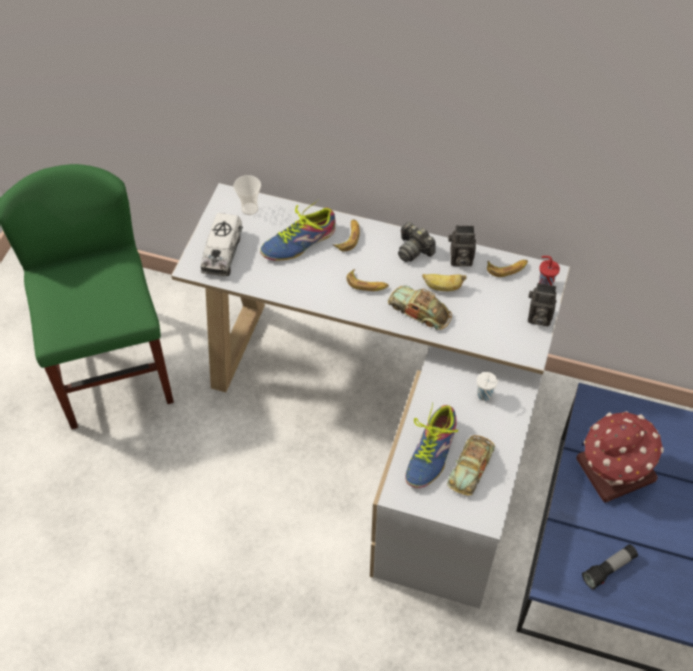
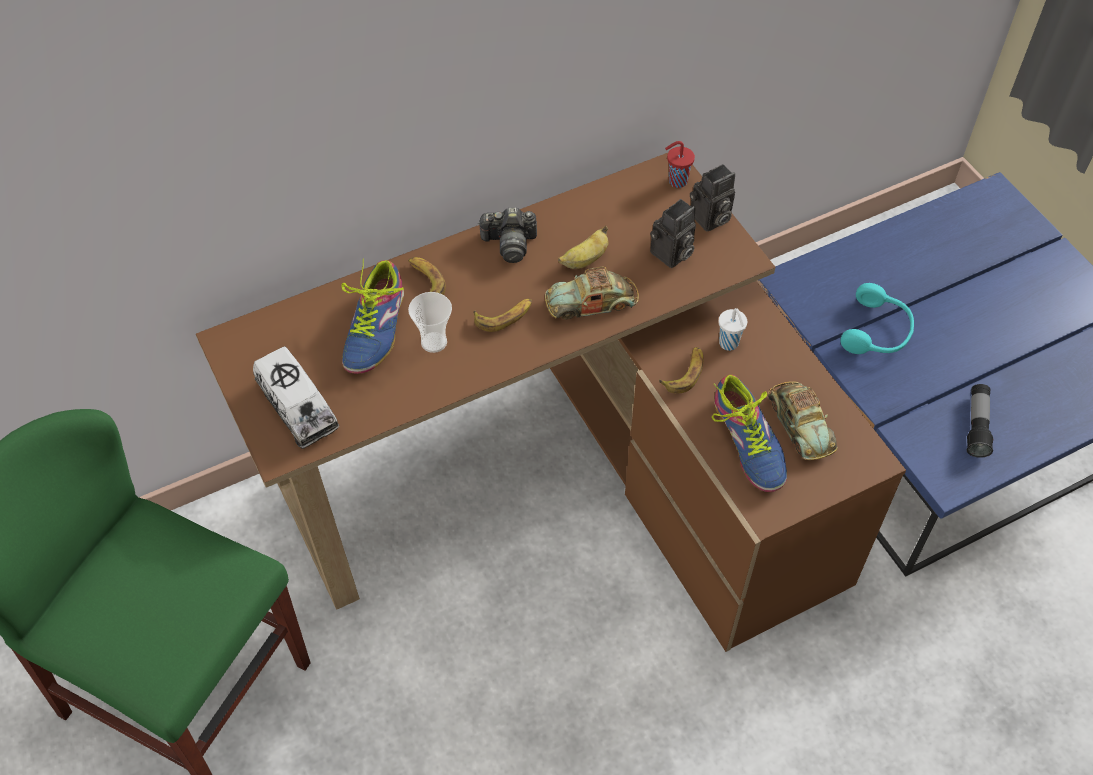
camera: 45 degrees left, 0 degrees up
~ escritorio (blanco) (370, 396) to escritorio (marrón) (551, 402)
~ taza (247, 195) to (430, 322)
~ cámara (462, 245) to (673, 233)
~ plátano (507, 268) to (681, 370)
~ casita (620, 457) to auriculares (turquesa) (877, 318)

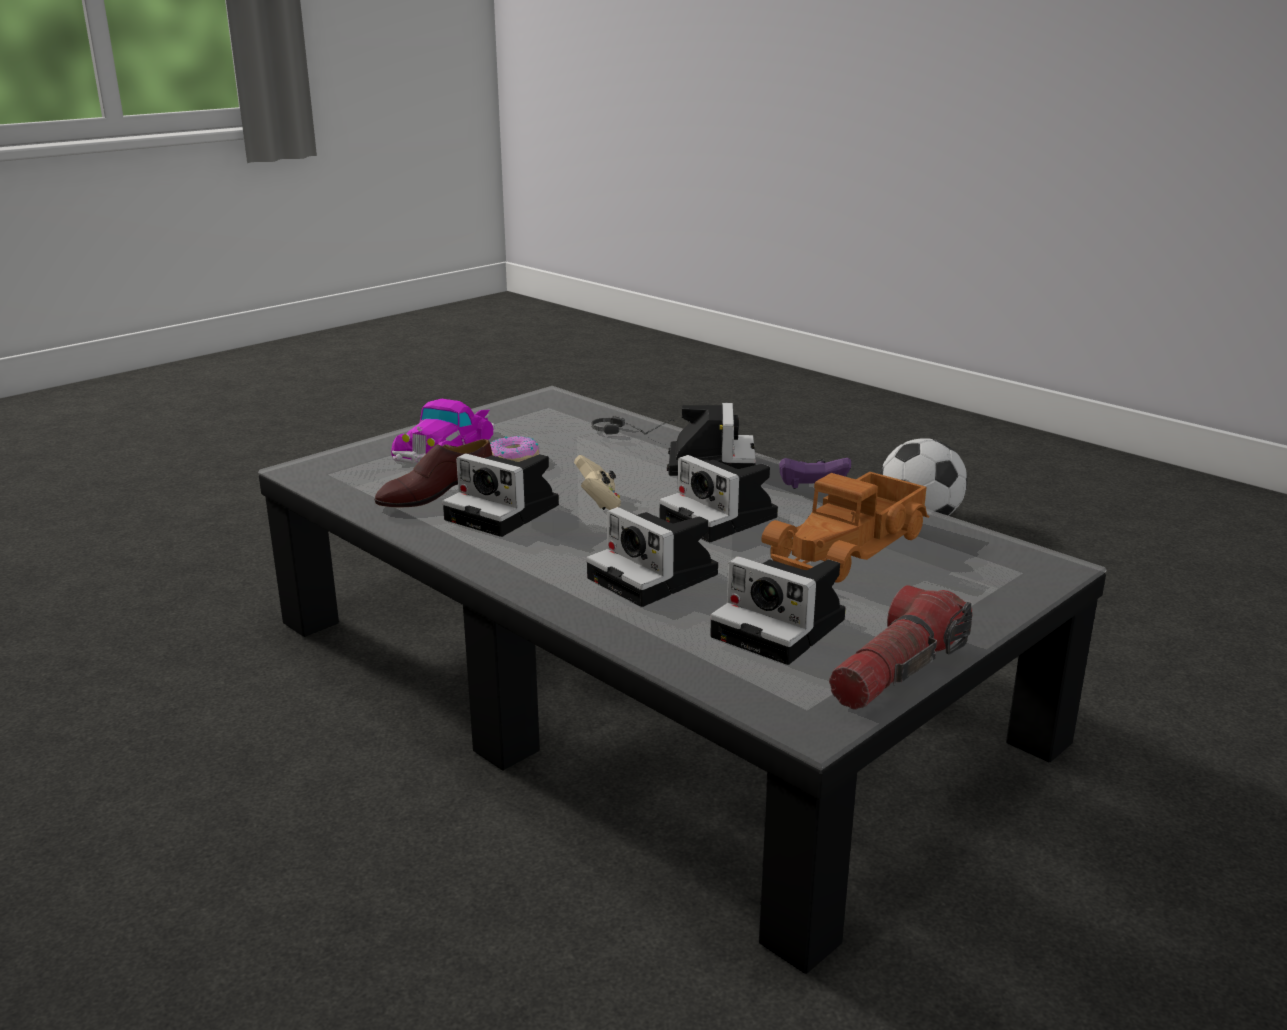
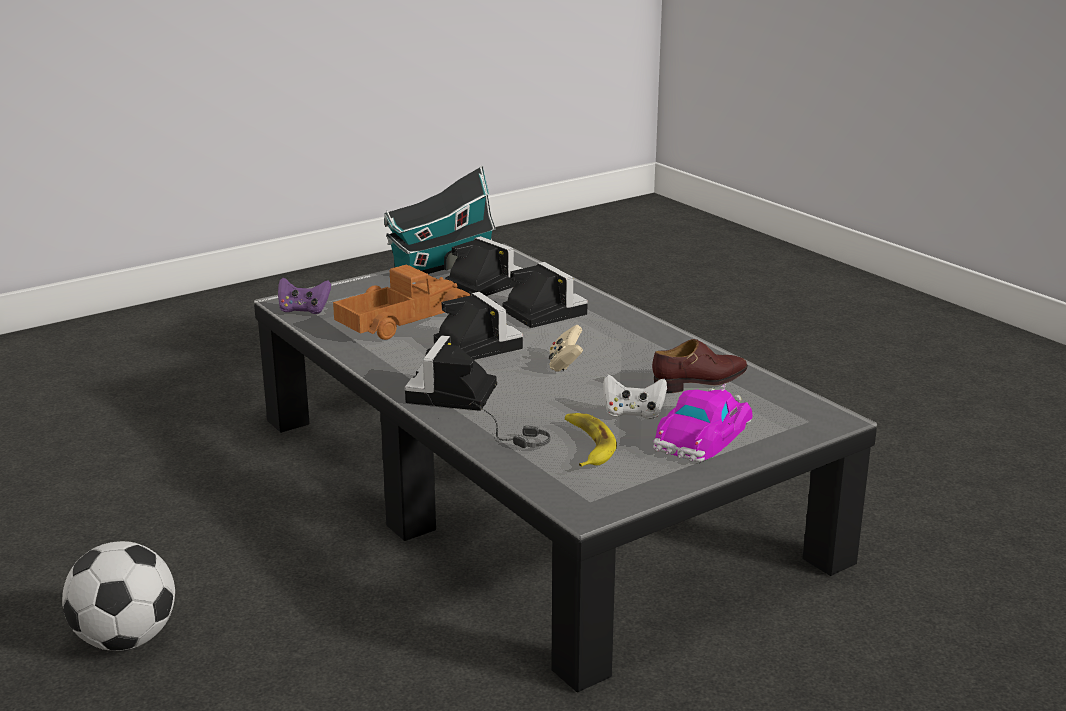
camera: 170 degrees left, 0 degrees up
- cámara (500, 495)
~ rosquilla (515, 449) to mando de consola (blanco) (635, 397)
~ mando de consola (morado) (815, 473) to (304, 296)
~ linterna (901, 647) to casita (440, 220)
+ plátano (591, 440)

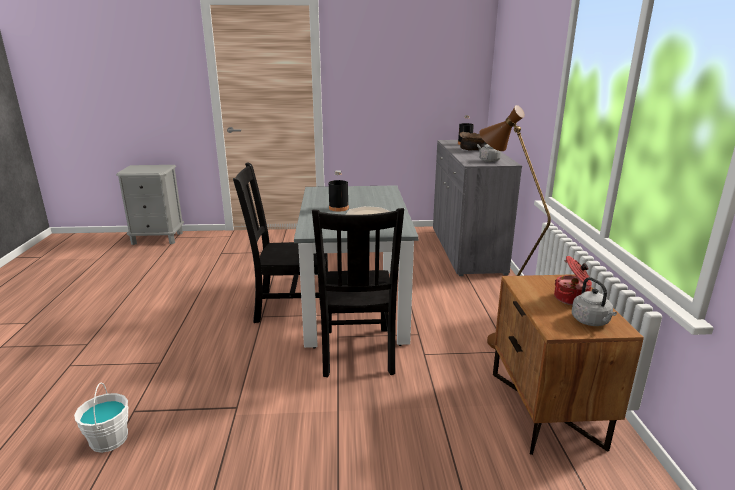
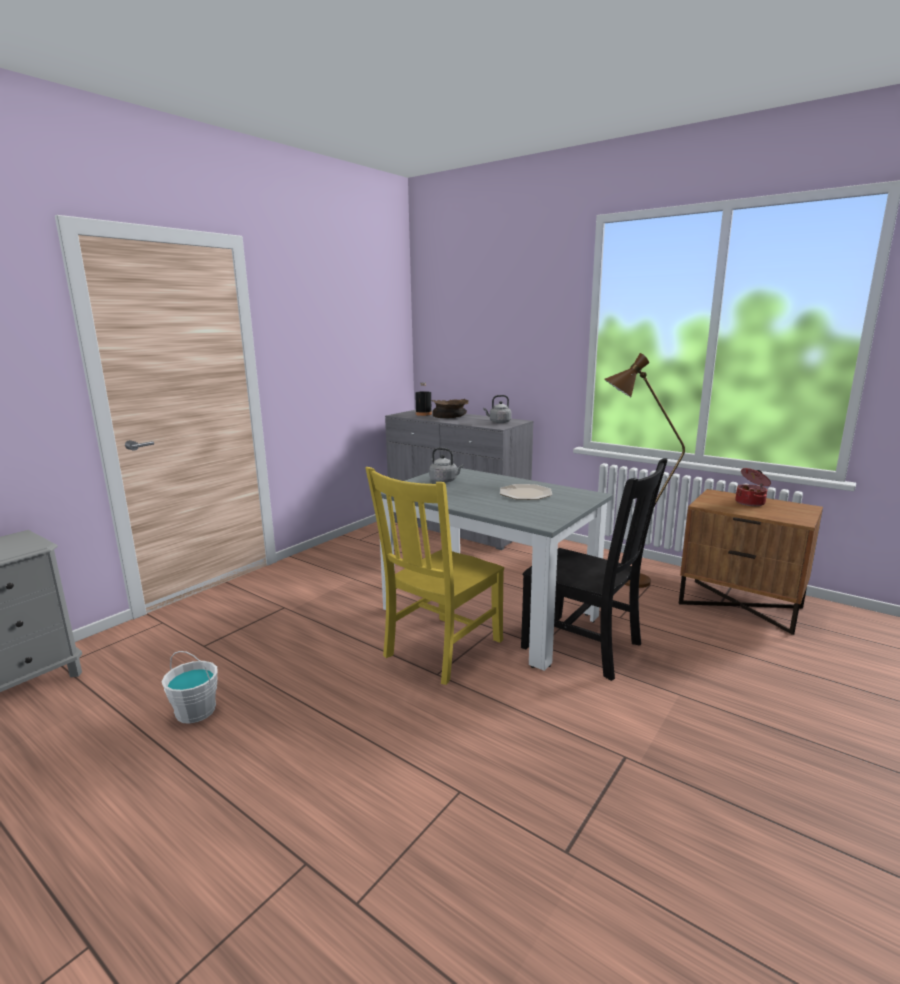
camera: 50 degrees left, 5 degrees down
~ cubo (blanco) (101, 417) to (190, 687)
~ silla (negro) (280, 242) to silla (amarillo) (434, 576)
- botella (negro) (339, 191)
~ hervidor (gris) (594, 301) to (446, 465)

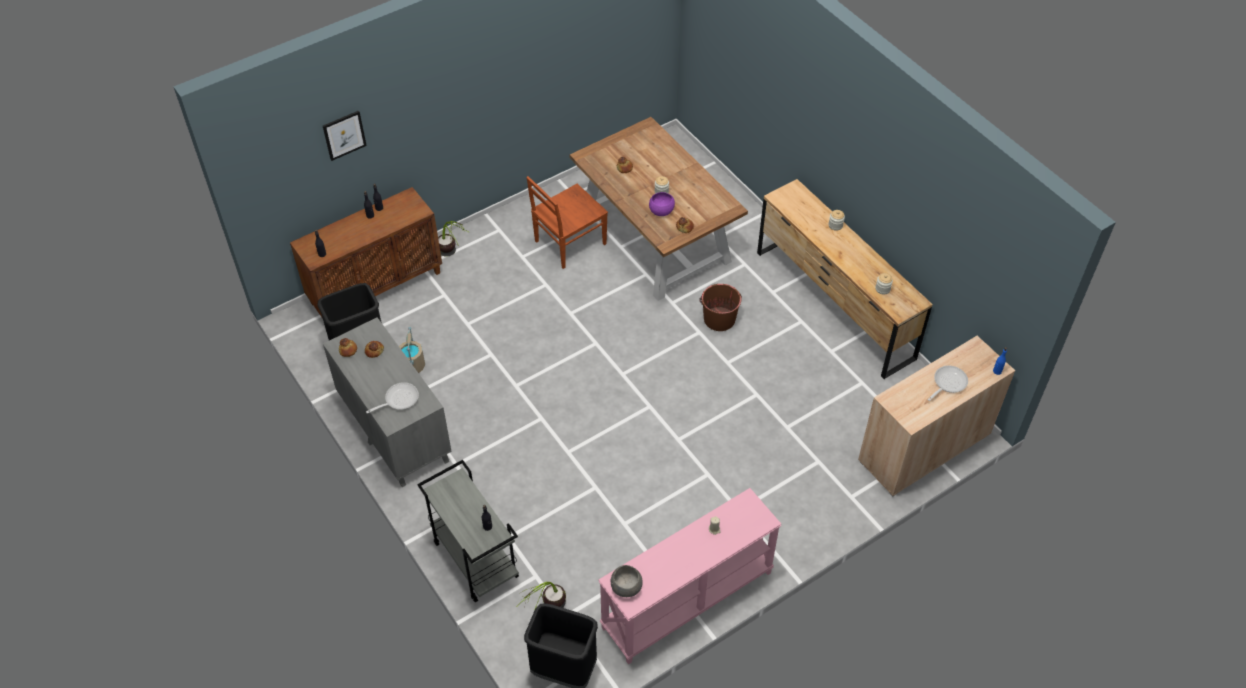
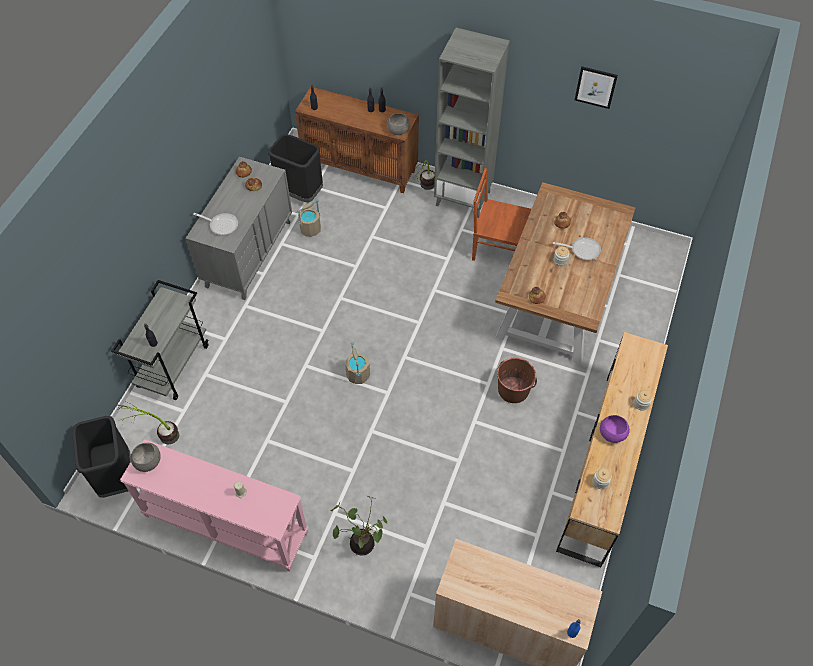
camera: 55 degrees right, 5 degrees up
~ cuadro (345, 135) to (596, 87)
~ cuenco (morado) (662, 204) to (615, 429)
~ sartén (947, 383) to (577, 248)
+ planta en maceta (359, 525)
+ cubo (beis) (357, 363)
+ cuenco (gris) (398, 124)
+ estantería (gris) (472, 123)

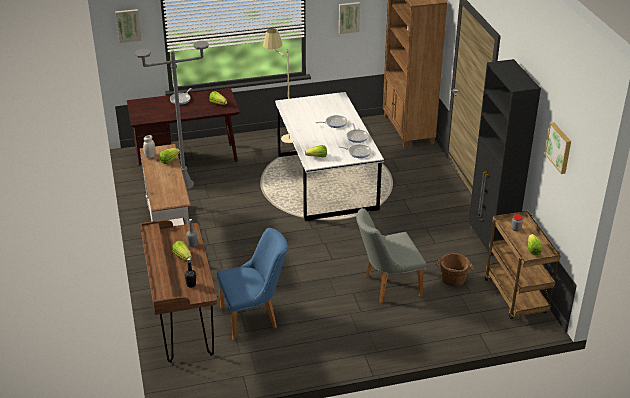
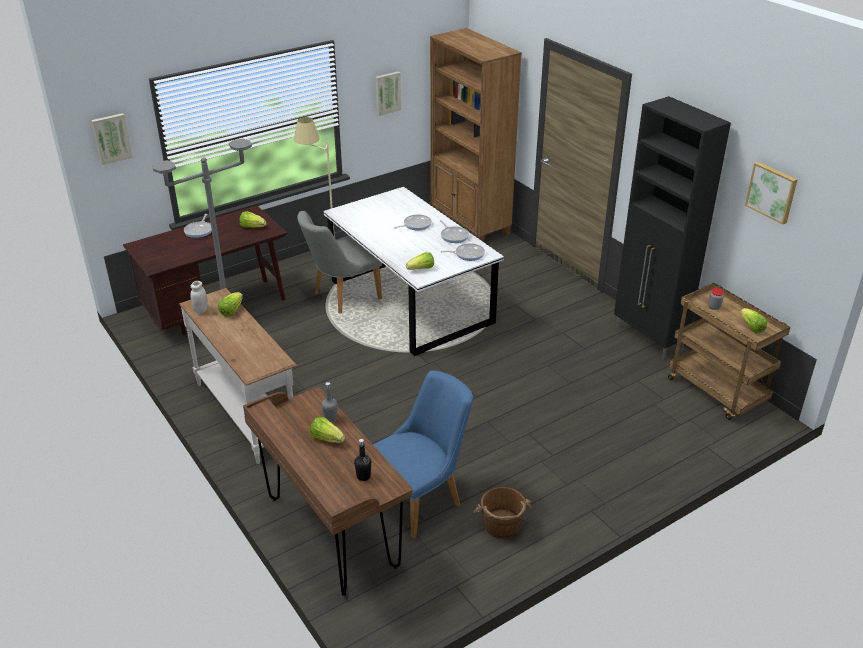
camera: 20 degrees left, 0 degrees up
~ silla (gris) (391, 256) to (339, 262)
~ cubo (marrón) (454, 270) to (503, 513)

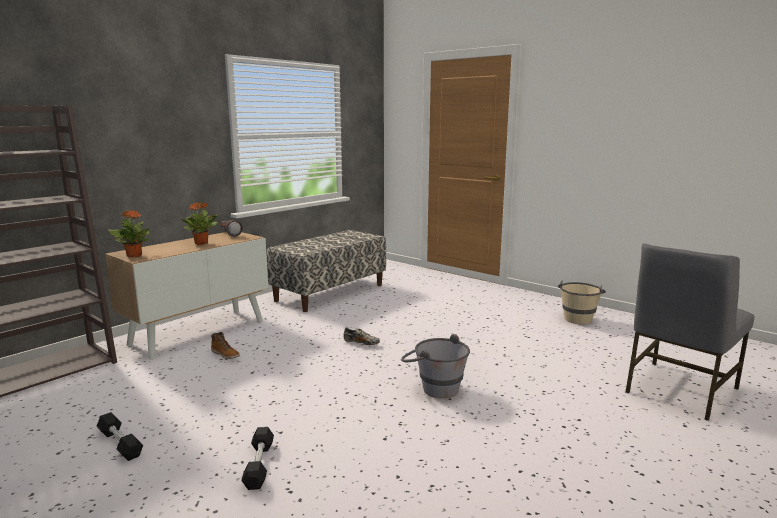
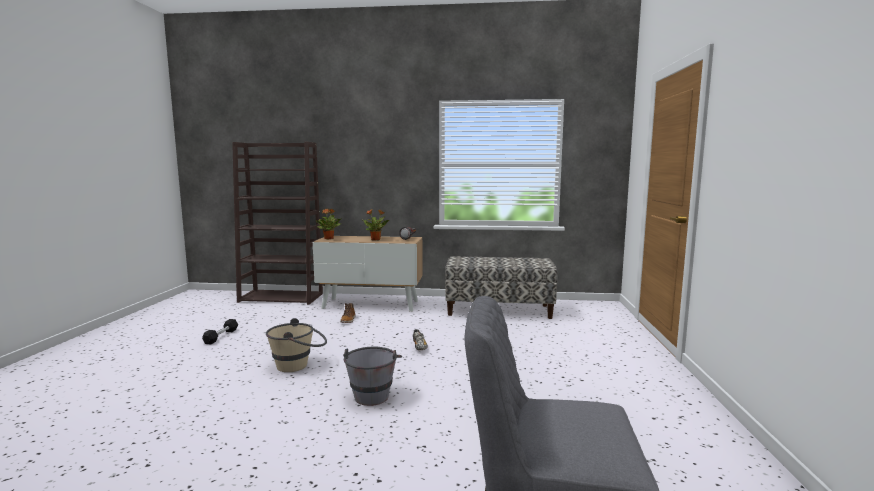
camera: 55 degrees right, 5 degrees down
- mancuerna (negro) (257, 458)
~ cubo (beis) (582, 303) to (296, 345)

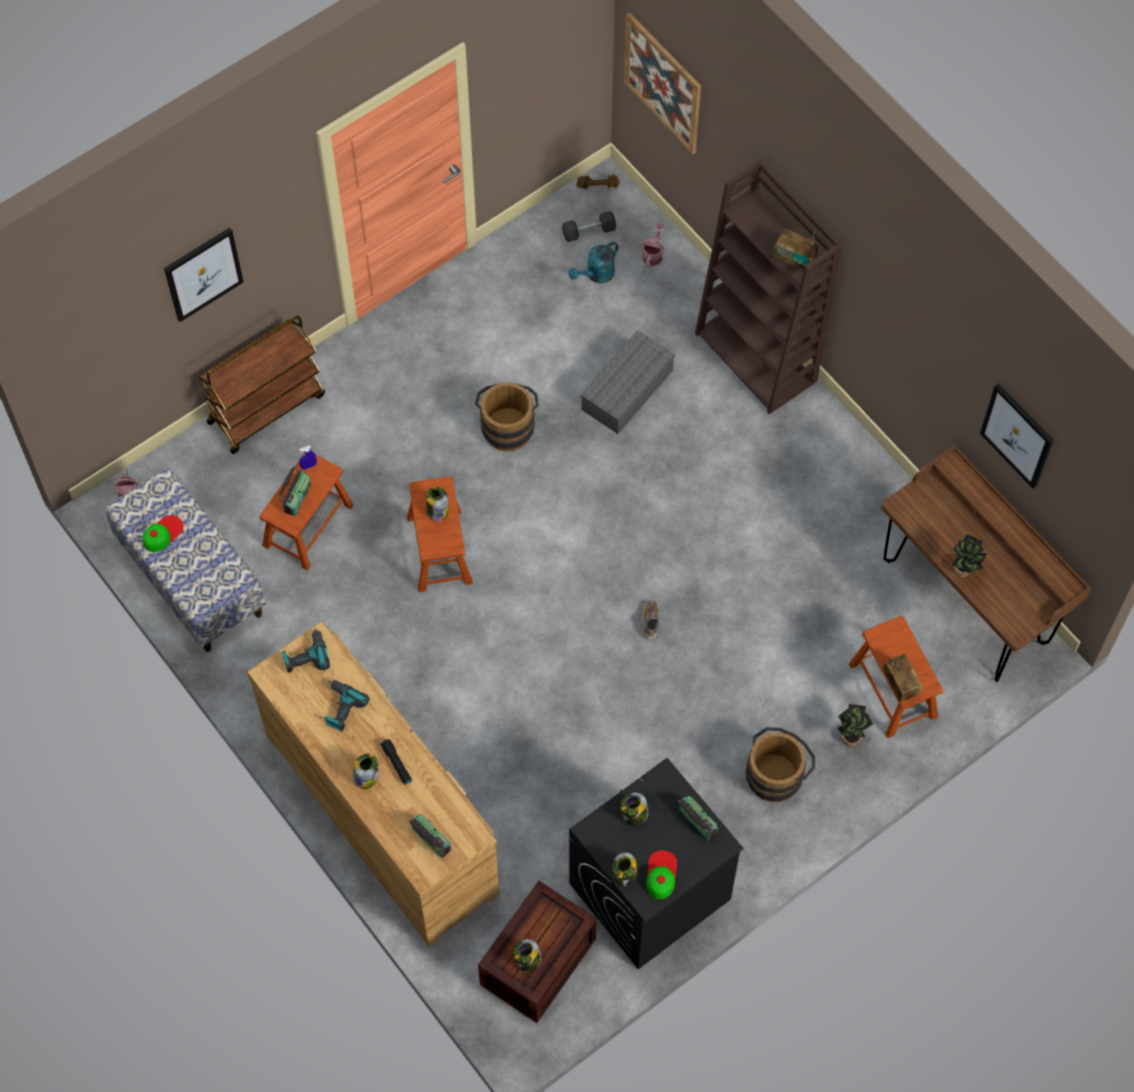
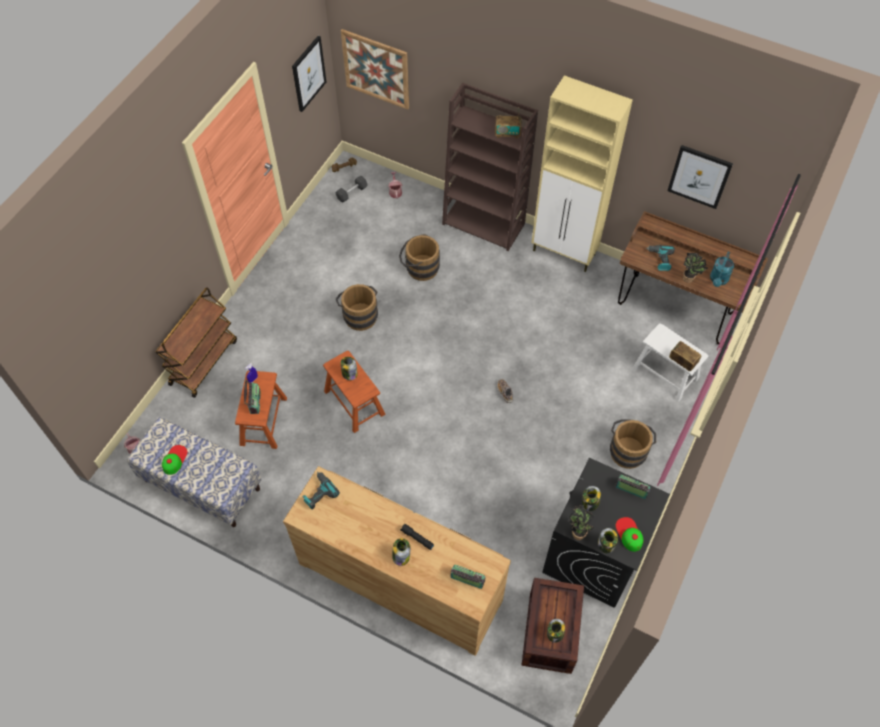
camera: 25 degrees left, 5 degrees down
~ cuadro (203, 275) to (309, 74)
~ taladro (346, 705) to (660, 258)
~ regadera (turquesa) (593, 262) to (722, 269)
~ caja de almacenaje (gris) (628, 382) to cubo (marrón) (419, 257)
~ planta en maceta (855, 725) to (581, 522)
~ taburete (marrón) (896, 677) to taburete (blanco) (670, 362)
+ armario (beis) (582, 173)

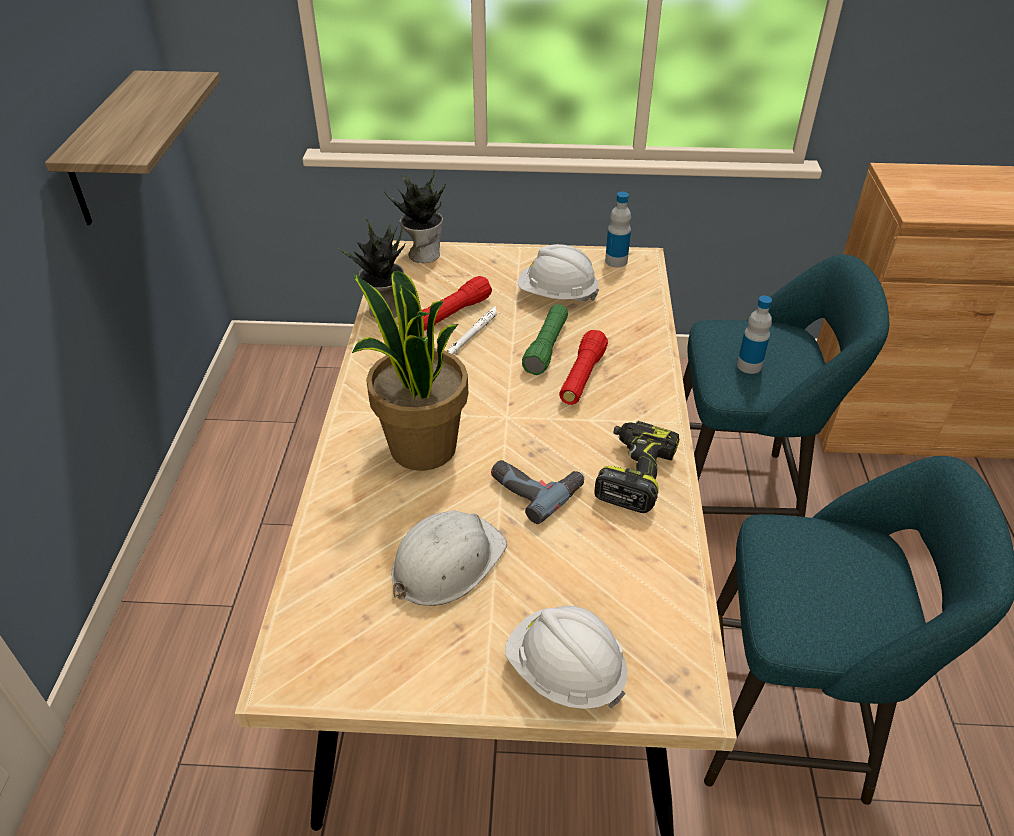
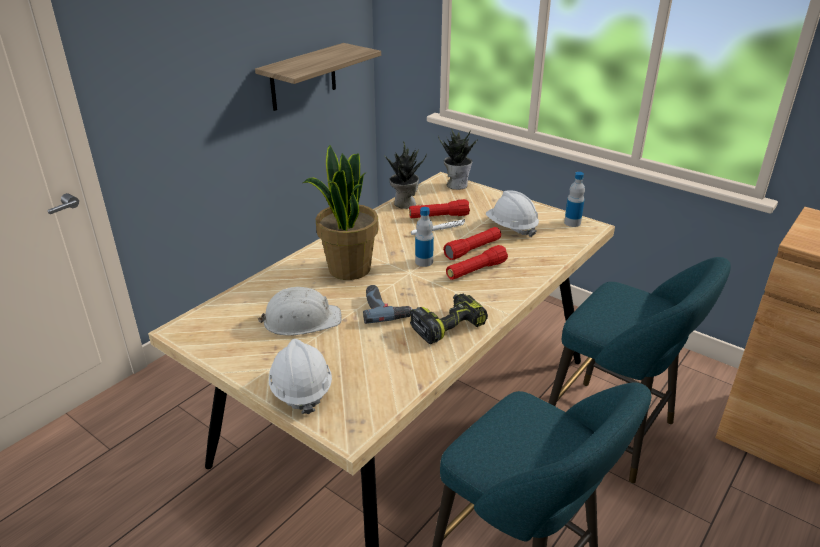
camera: 35 degrees right, 10 degrees down
~ linterna (verde) (545, 339) to linterna (rojo) (472, 243)
~ botella (754, 335) to (424, 237)

